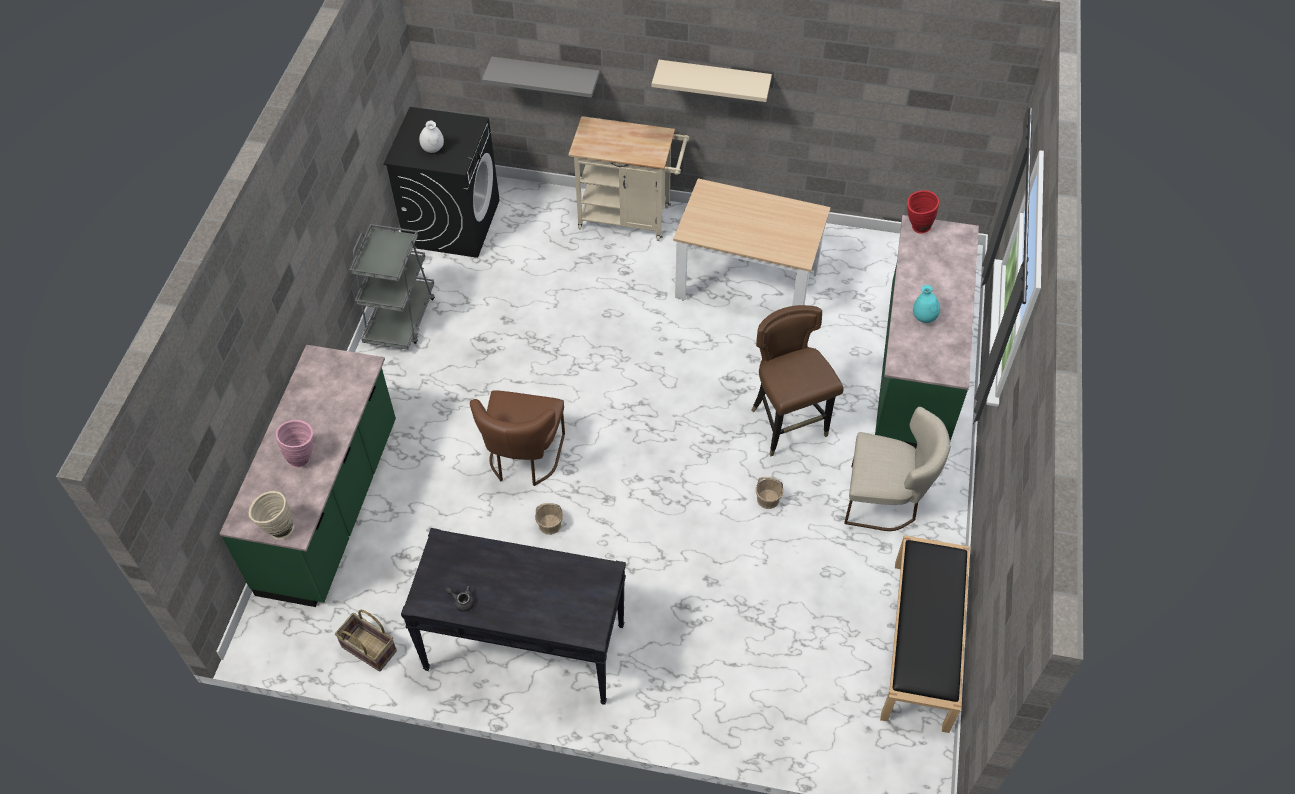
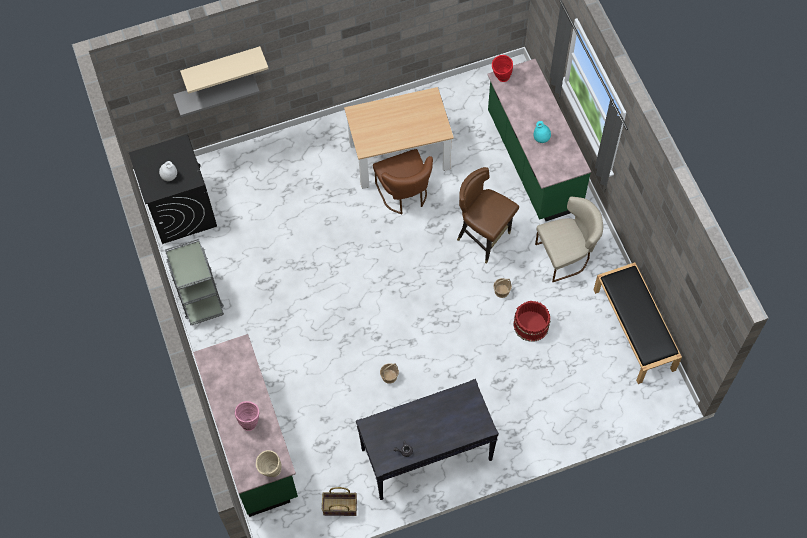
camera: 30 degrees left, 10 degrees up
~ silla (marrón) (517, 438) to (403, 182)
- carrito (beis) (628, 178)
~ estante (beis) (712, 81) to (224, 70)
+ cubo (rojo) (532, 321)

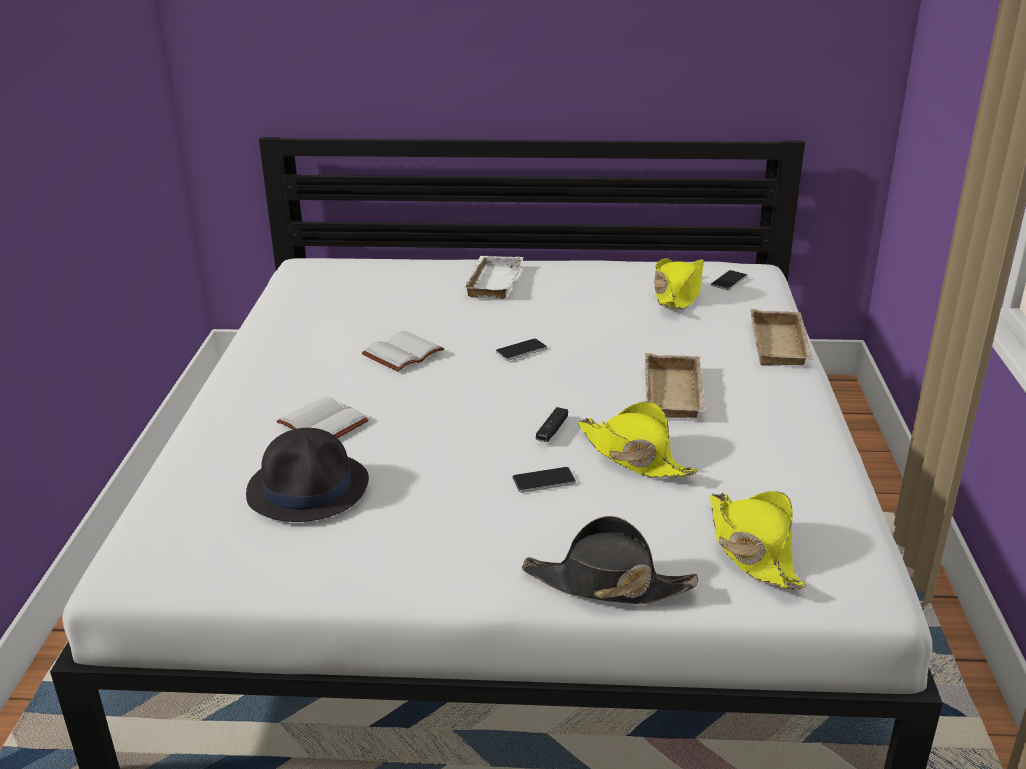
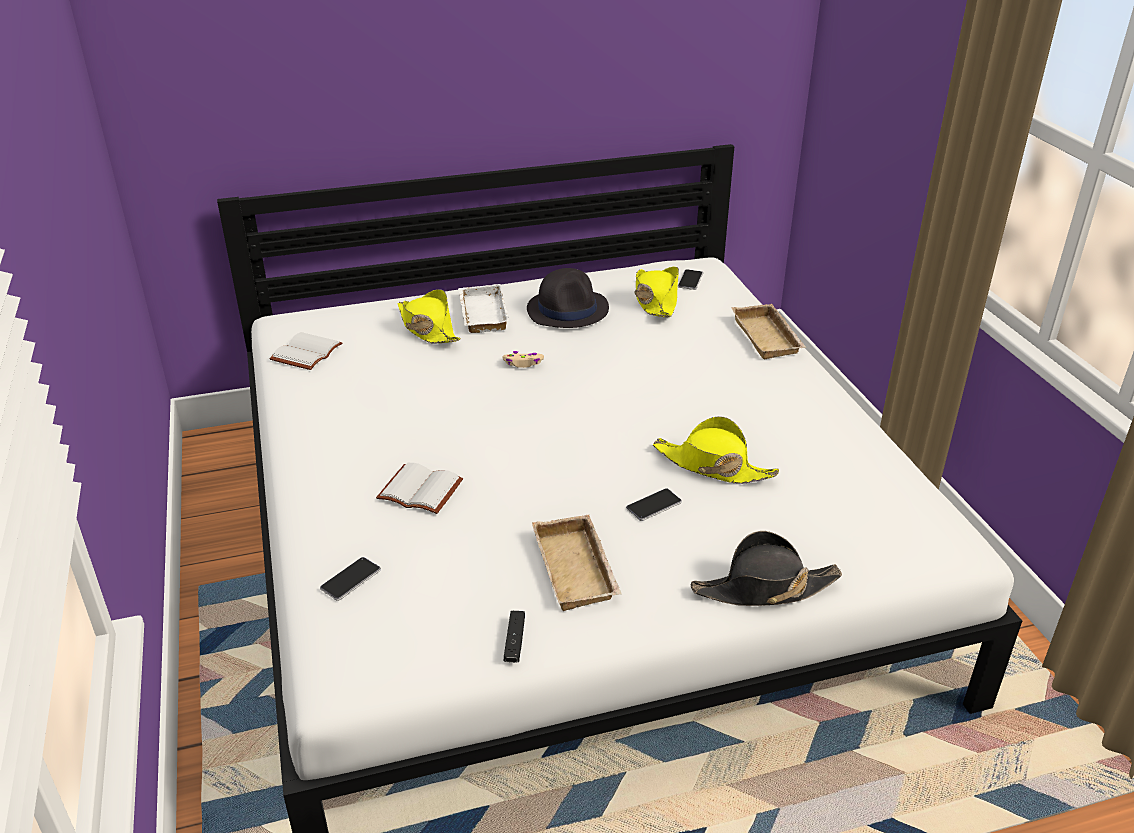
camera: 20 degrees left, 5 degrees up
~ sombrero (negro) (307, 475) to (568, 298)
~ libro (blanco) (403, 351) to (305, 351)
~ móvil (521, 350) to (350, 579)
~ mando de consola (negro) (552, 424) to (514, 637)
~ bandeja (beis) (675, 385) to (577, 563)
~ sombrero (amarillo) (758, 540) to (429, 316)
+ mando de consola (beis) (523, 359)

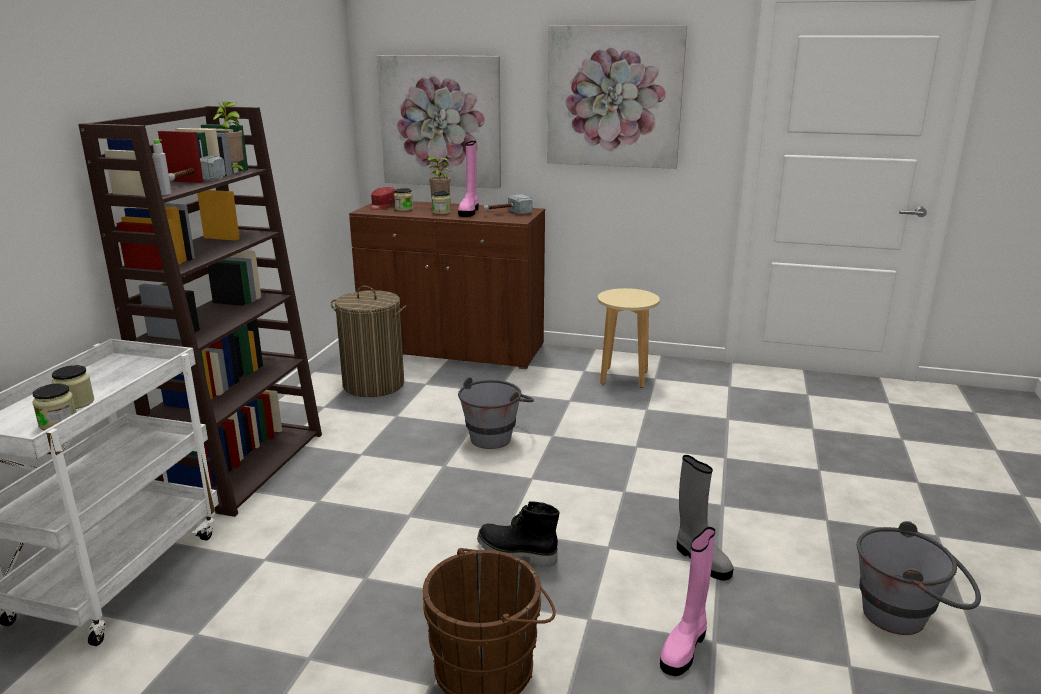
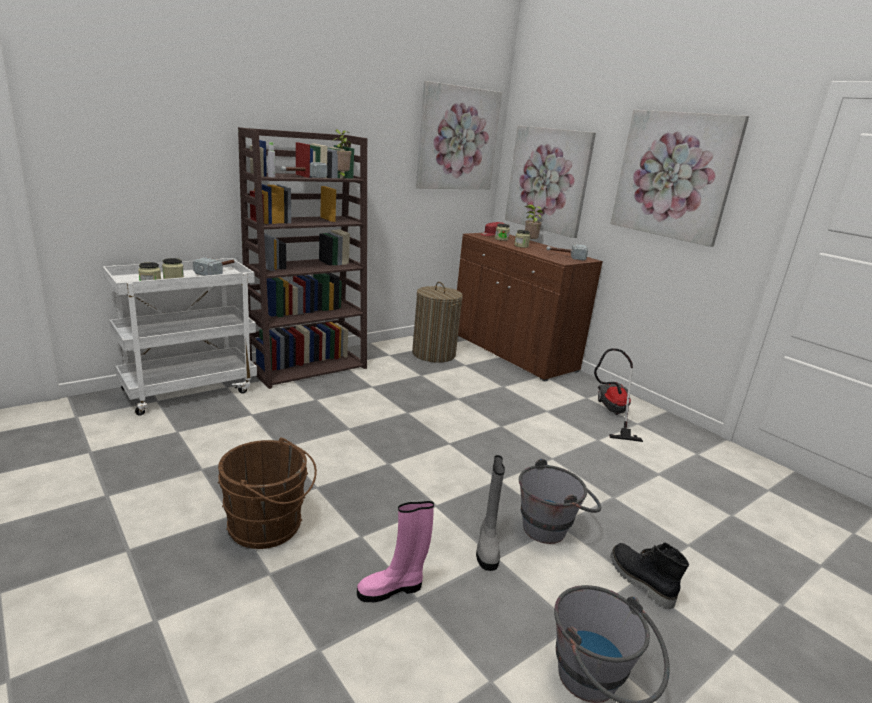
camera: 35 degrees right, 0 degrees up
- bota (rosa) (468, 179)
~ cubo (gris) (496, 413) to (560, 501)
~ bota (negro) (518, 534) to (650, 576)
~ taburete (beis) (629, 338) to aspiradora (618, 395)
+ martillo (215, 266)
+ cuadro (459, 135)

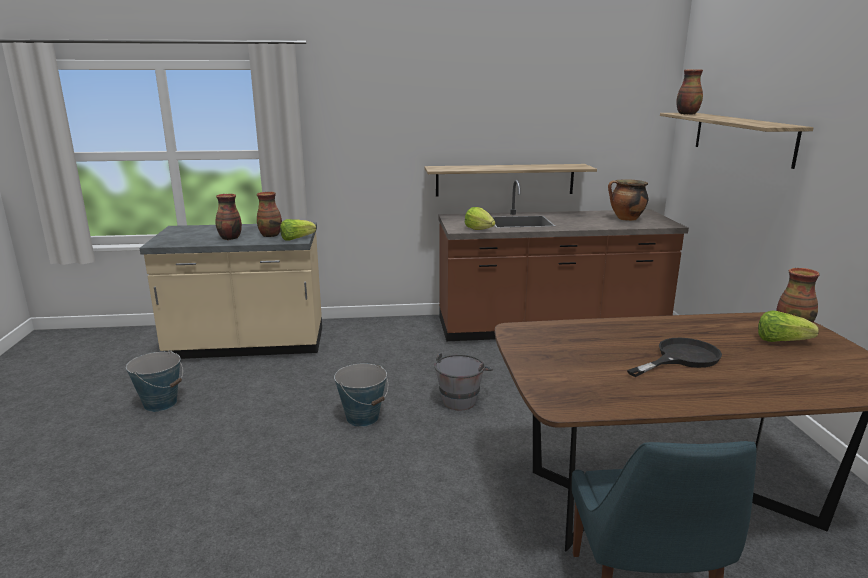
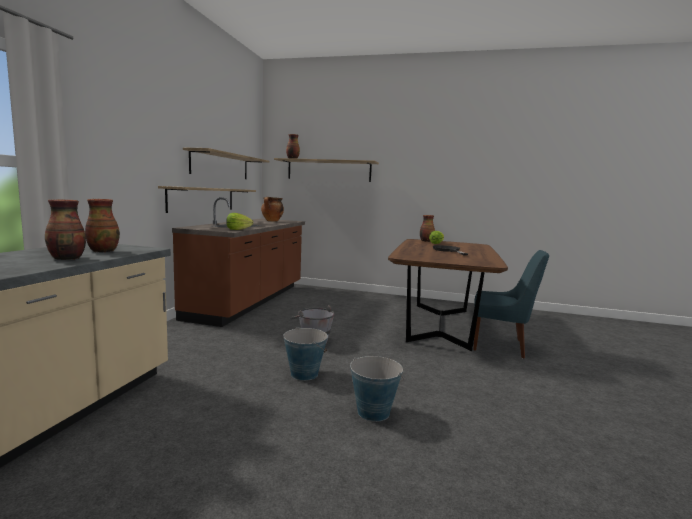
camera: 70 degrees left, 10 degrees down
~ cubo (154, 381) to (377, 389)
- lechuga (298, 229)
+ estante (226, 163)

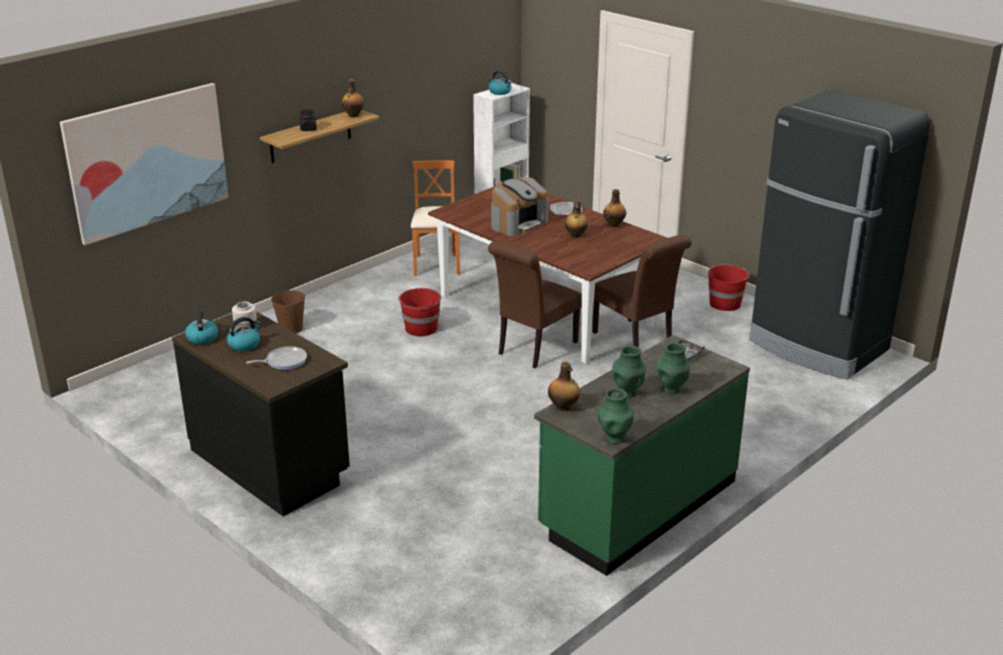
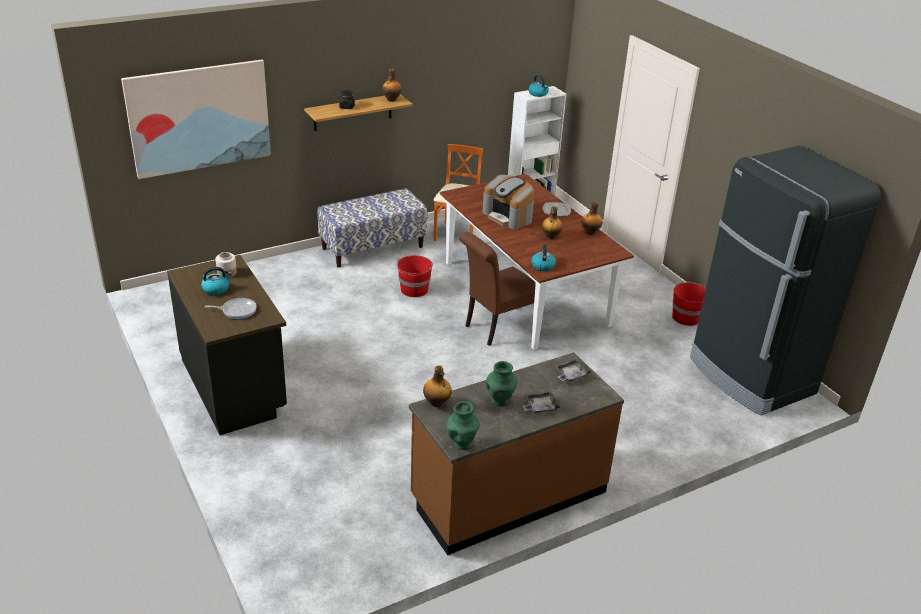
camera: 15 degrees right, 5 degrees up
~ hervidor (201, 327) to (543, 257)
- cubo (marrón) (288, 311)
~ cafetera (519, 206) = (508, 202) 75 degrees clockwise
~ mueble bajo de cocina (verde) (642, 455) to mueble bajo de cocina (marrón) (516, 453)
- silla (marrón) (642, 291)
~ florero (verde) (673, 368) to bandeja (gris) (541, 402)
+ banco (372, 227)

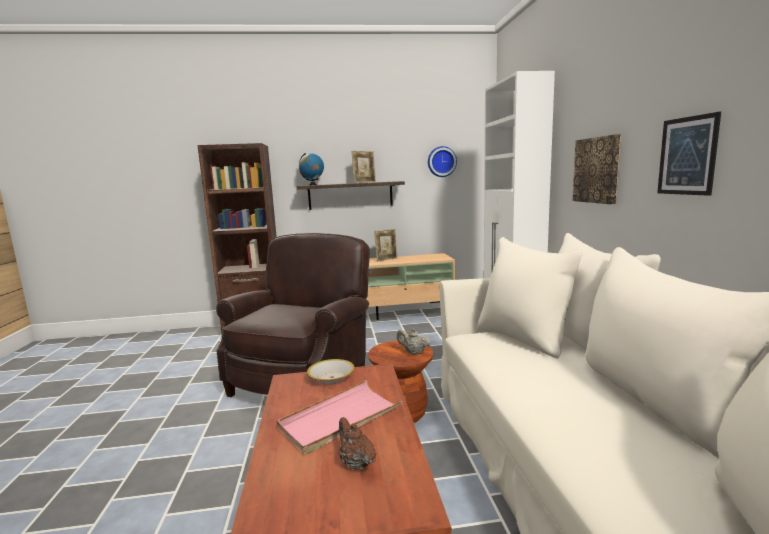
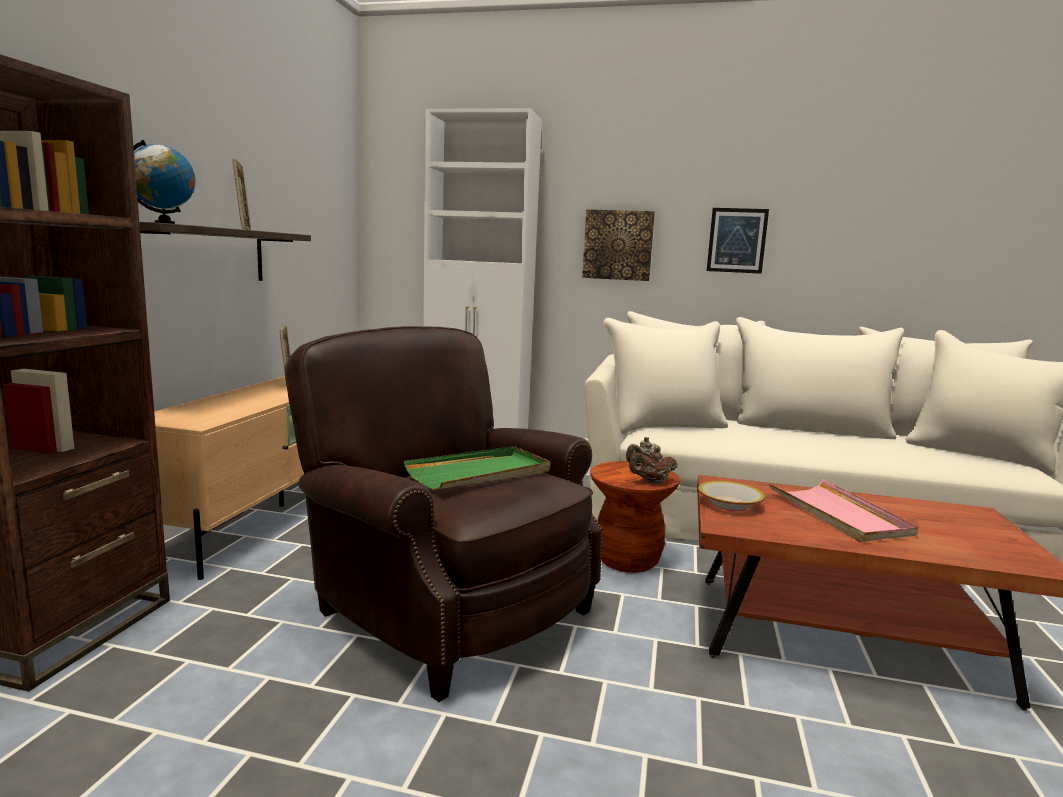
camera: 70 degrees left, 0 degrees up
~ tetera (marrón) (357, 443) to (653, 466)
- reloj de pared (442, 161)
+ bandeja (verde) (477, 468)

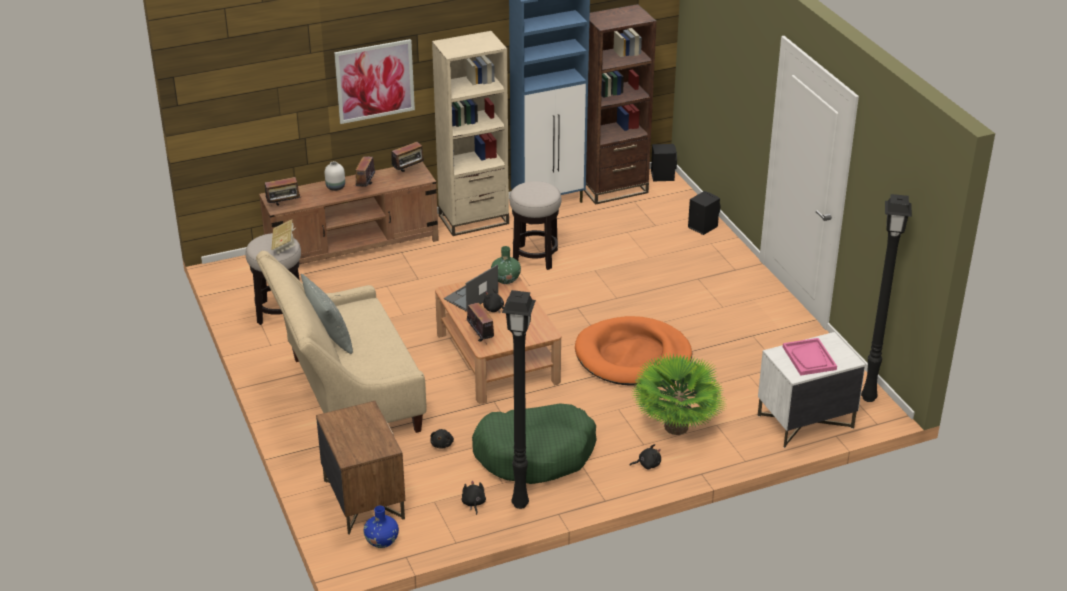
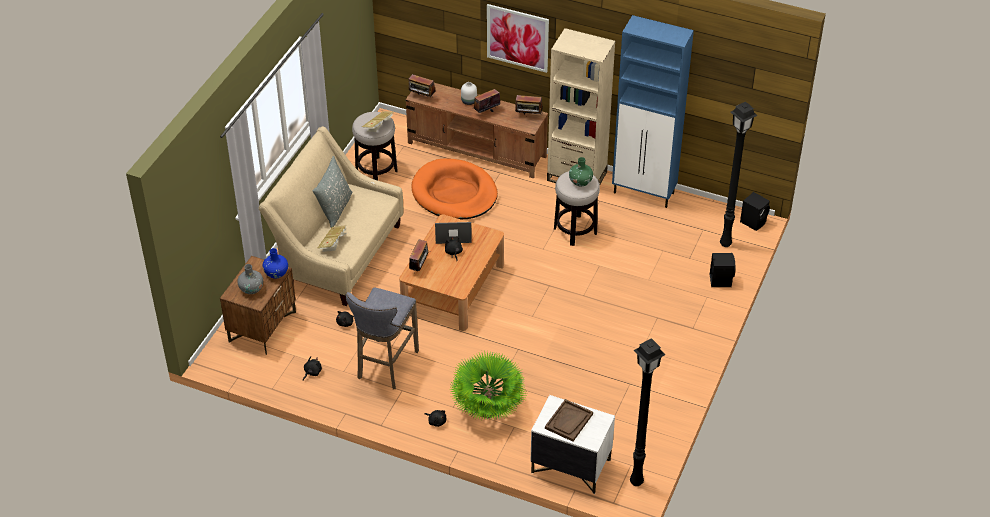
camera: 45 degrees right, 10 degrees up
~ florero (azul) (381, 527) to (275, 263)
~ cama para perro (verde) (534, 443) to taburete (gris) (382, 338)
~ florero (verde) (506, 265) to (581, 172)
~ lámpara de pie (negro) (519, 399) to (739, 174)
~ cama para perro (naranja) (633, 351) to (454, 188)
- estantería (marrón) (620, 104)
~ bandeja (rosa) (810, 357) to bandeja (marrón) (569, 420)
+ florero (gris) (250, 279)
+ libro (332, 238)

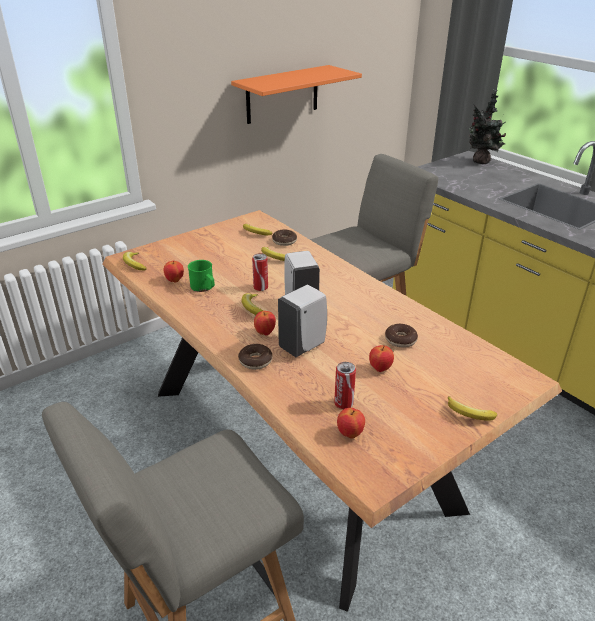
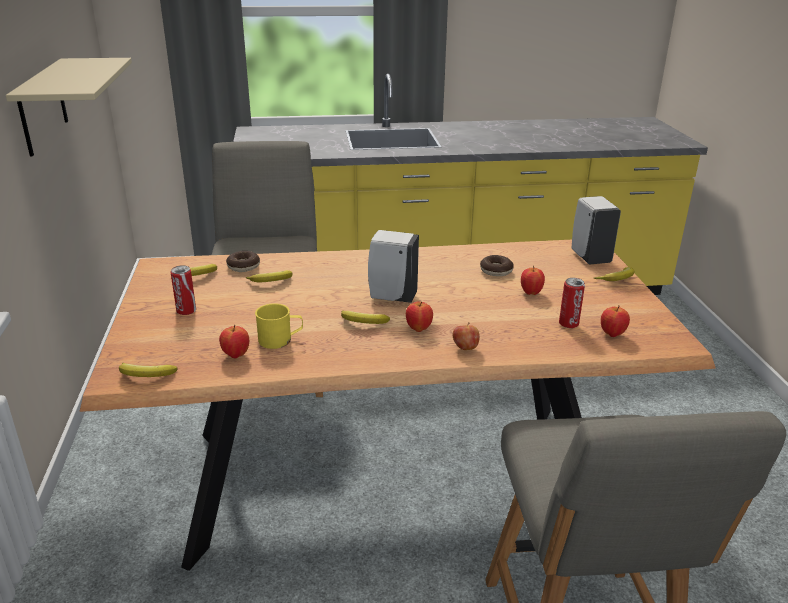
camera: 60 degrees left, 5 degrees down
~ taza grande (verde) (201, 276) to taza grande (amarillo) (279, 326)
~ estante (naranja) (296, 94) to estante (beis) (69, 107)
~ rosquilla (255, 357) to manzana (466, 336)
~ lata (260, 272) to (183, 290)
~ dispensador de jabón (blanco) (302, 321) to (596, 230)
- planta en maceta (487, 126)

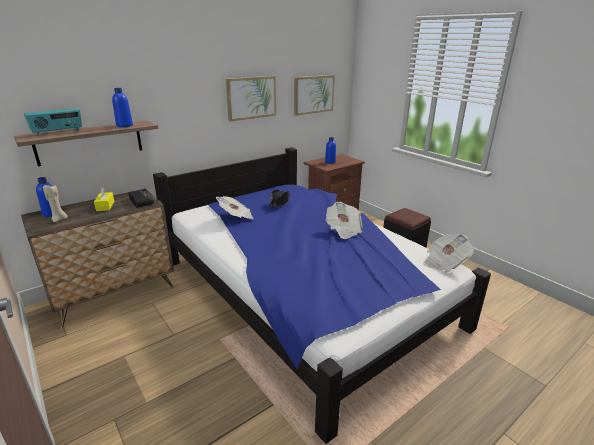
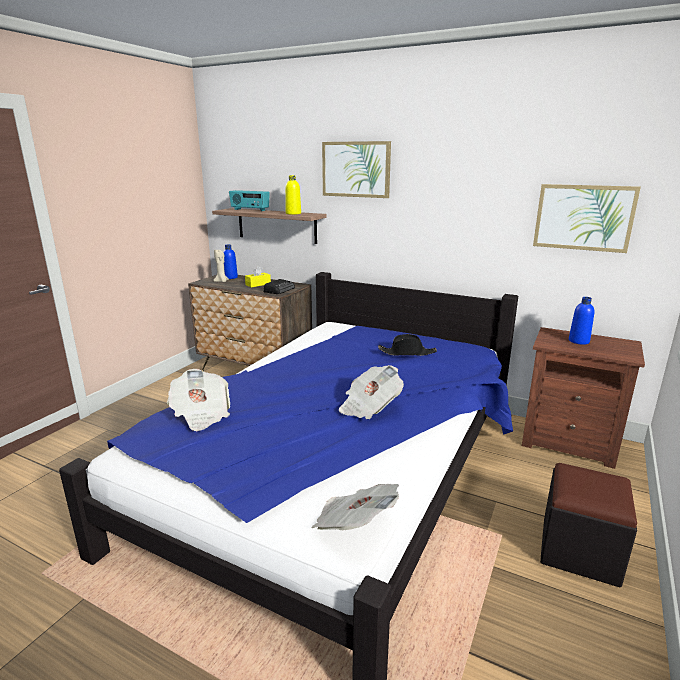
camera: 65 degrees right, 5 degrees down
~ botella (azul) (122, 107) to botella (amarillo) (293, 195)
~ periódico (234, 208) to (198, 400)
~ cuadro (251, 98) to (356, 169)

